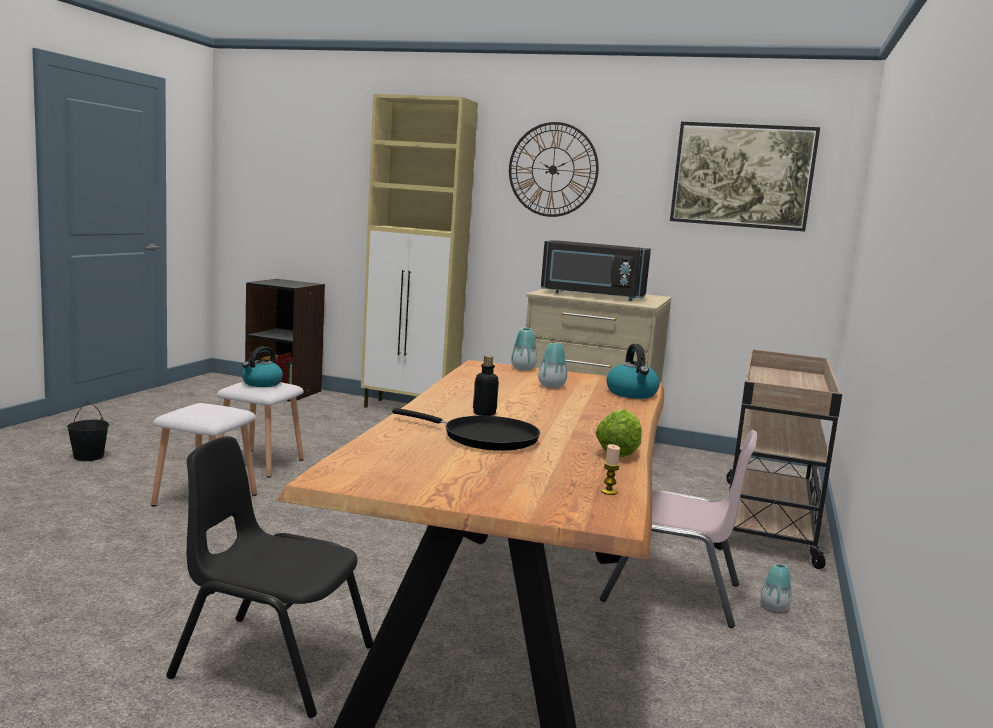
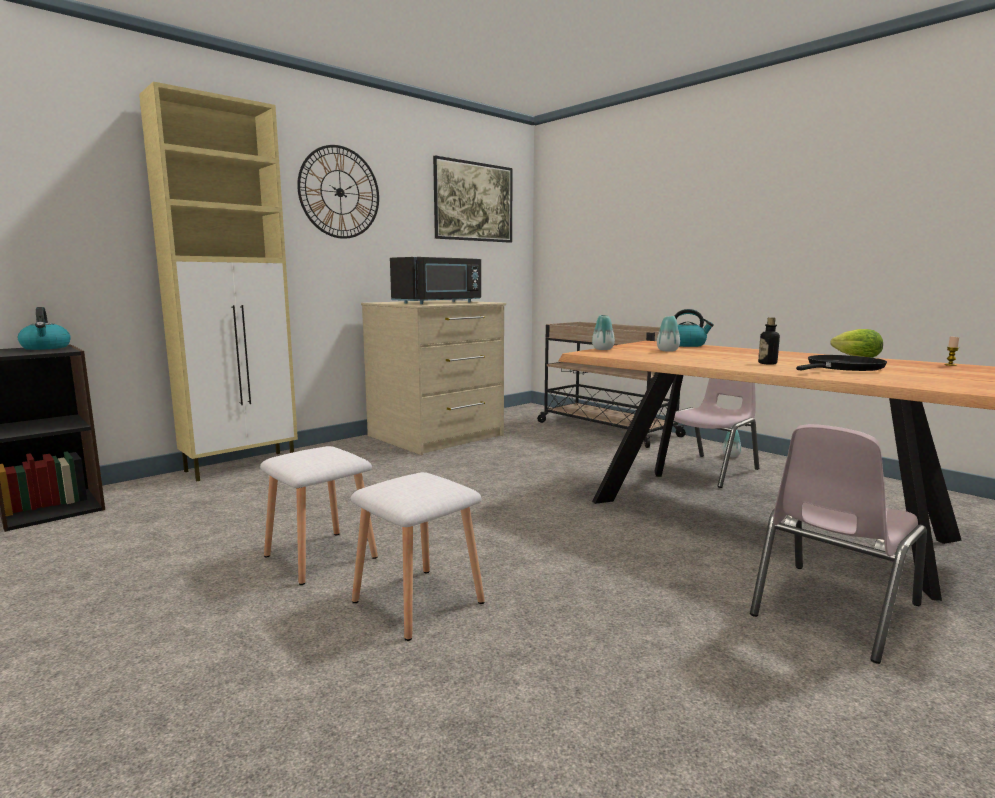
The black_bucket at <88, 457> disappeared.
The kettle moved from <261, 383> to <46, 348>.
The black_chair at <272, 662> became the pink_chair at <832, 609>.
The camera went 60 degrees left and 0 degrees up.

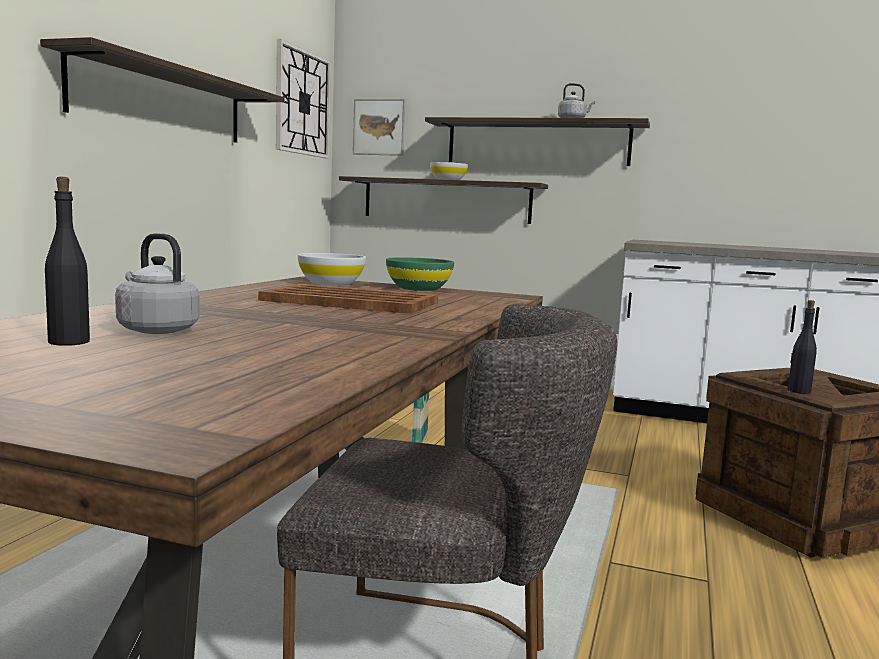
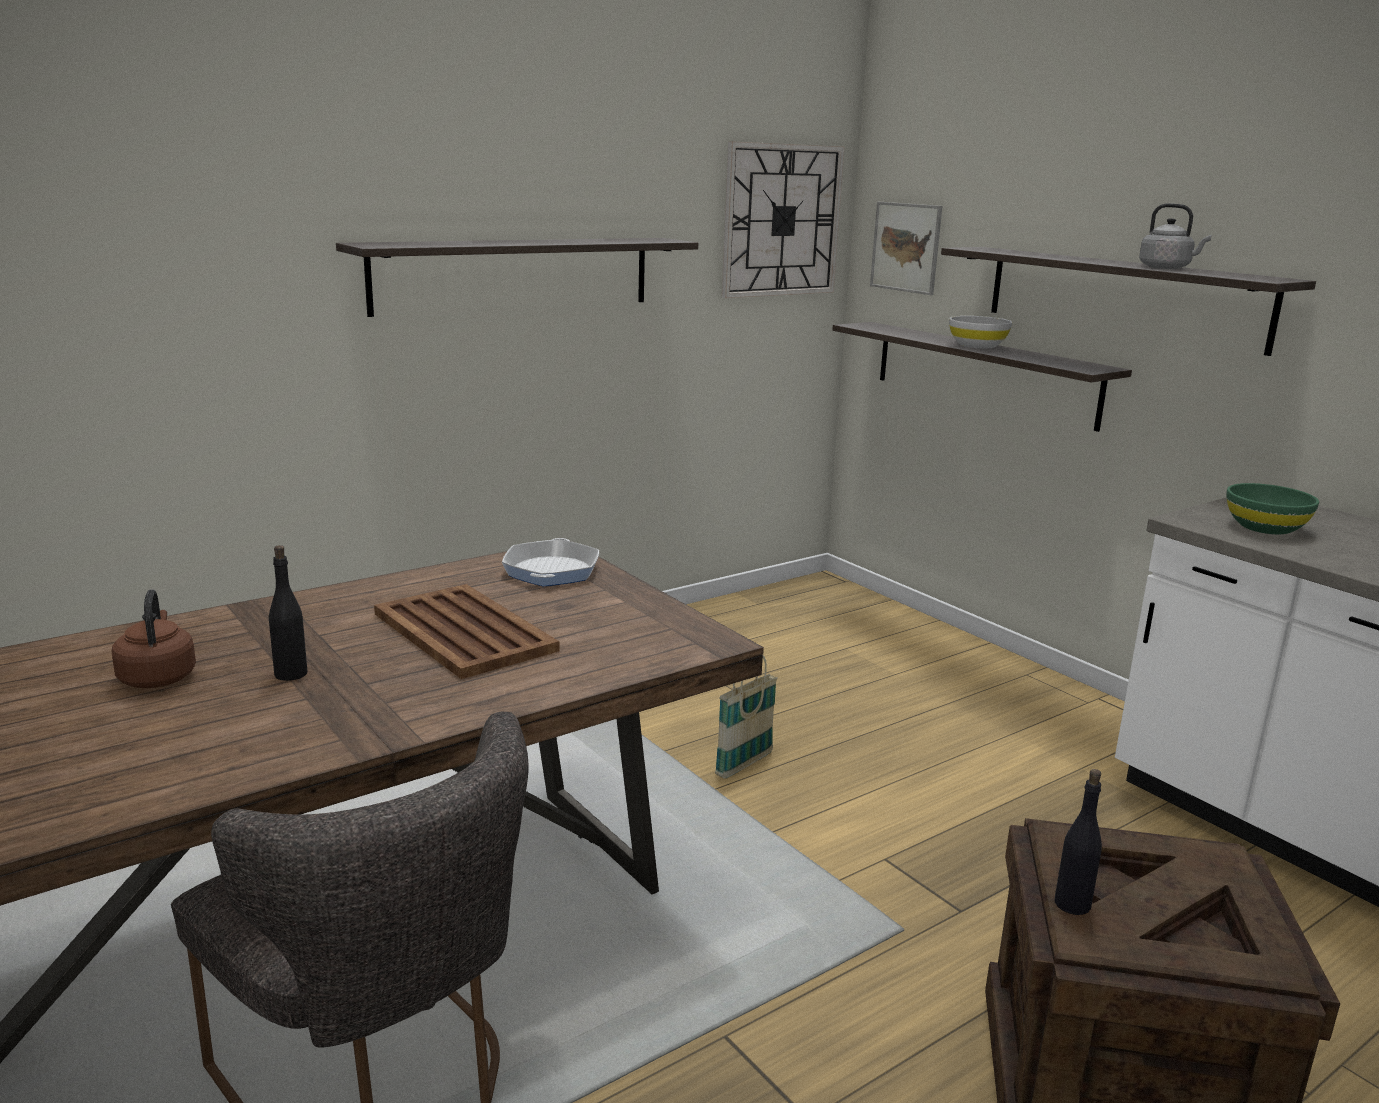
The black_bottle moved from <69, 342> to <291, 674>.
The green_bowl moved from <418, 288> to <1265, 528>.
The white_bowl at <331, 284> was replaced by the frying_pan at <551, 571>.
The grey_kettle at <155, 330> became the brown_kettle at <158, 677>.
The camera went 35 degrees right and 10 degrees up.

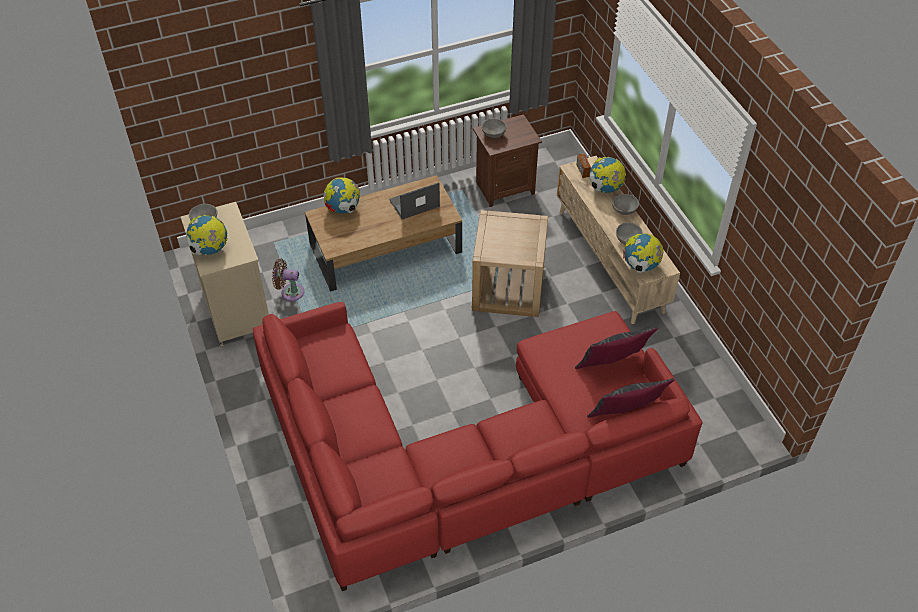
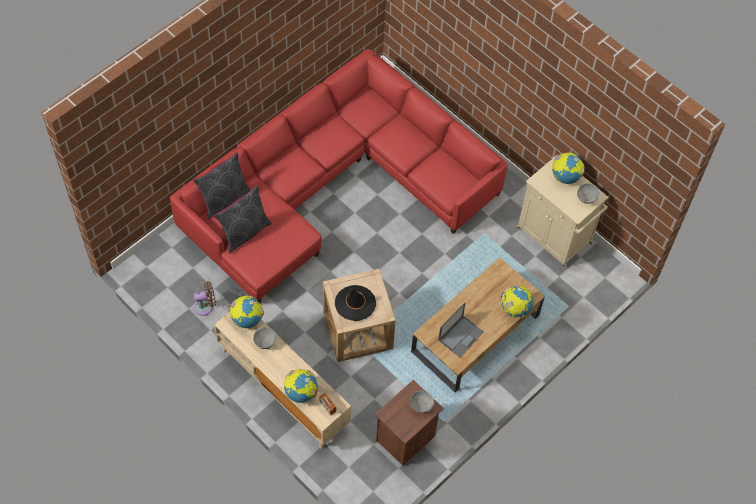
The grey_bowl at <624, 211> disappeared.
The black_hat at <355, 303> appeared.
The brown_fan moved from <290, 292> to <205, 306>.
The camera went 155 degrees right and 10 degrees up.

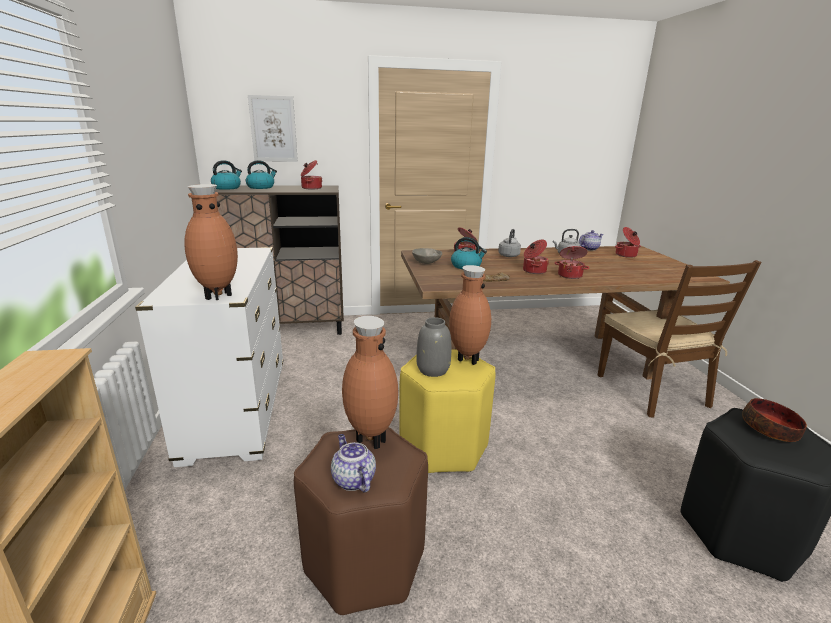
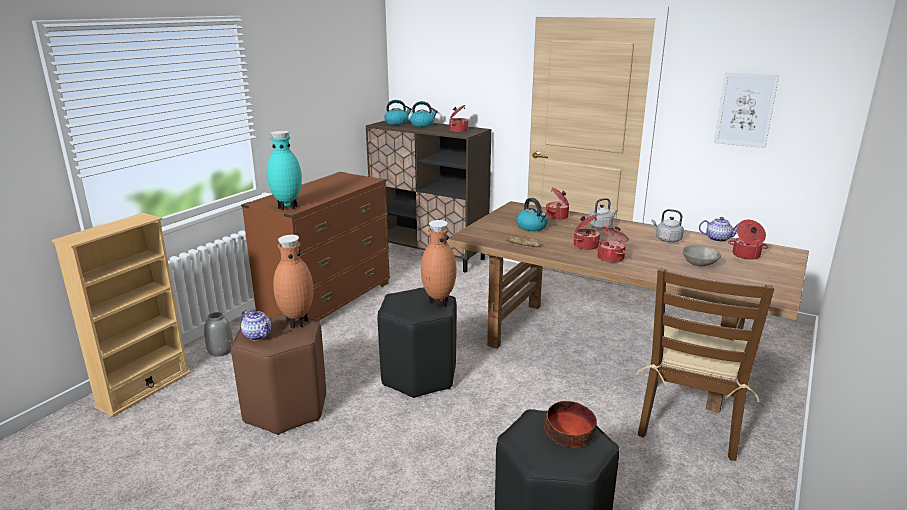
The picture moved from <273, 129> to <745, 110>.
The grey_bowl moved from <426, 262> to <699, 264>.
The grey_vase moved from <432, 370> to <220, 351>.
The white_dresser at <237, 409> became the brown_dresser at <327, 301>.
The brown_vase at <217, 295> became the turquoise_vase at <287, 207>.
The yellow_stool at <443, 447> became the black_stool at <418, 376>.
The teapot at <353, 480> turned 120 degrees clockwise.
The camera went 40 degrees right and 0 degrees up.

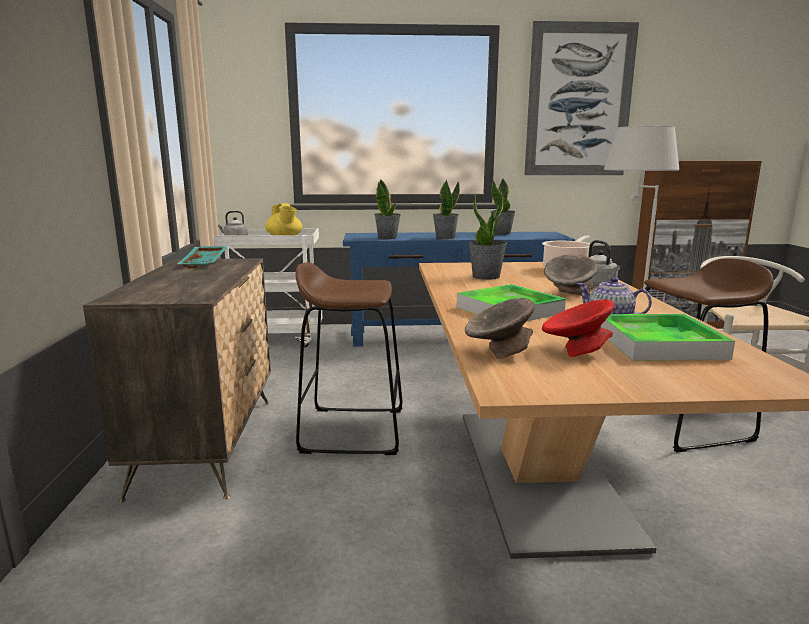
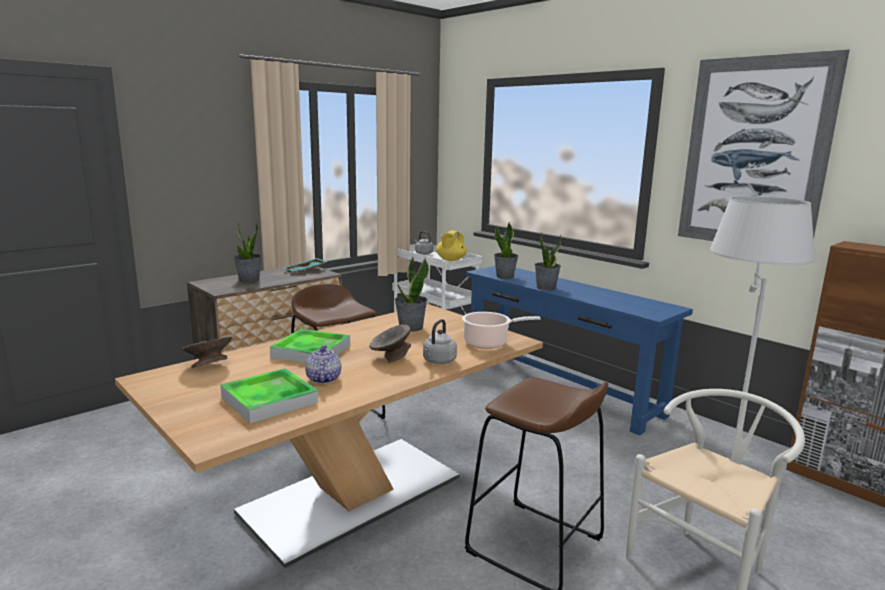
The red_bowl at <575, 350> disappeared.
The potted_plant moved from <502, 233> to <249, 280>.
The camera went 50 degrees right and 0 degrees up.

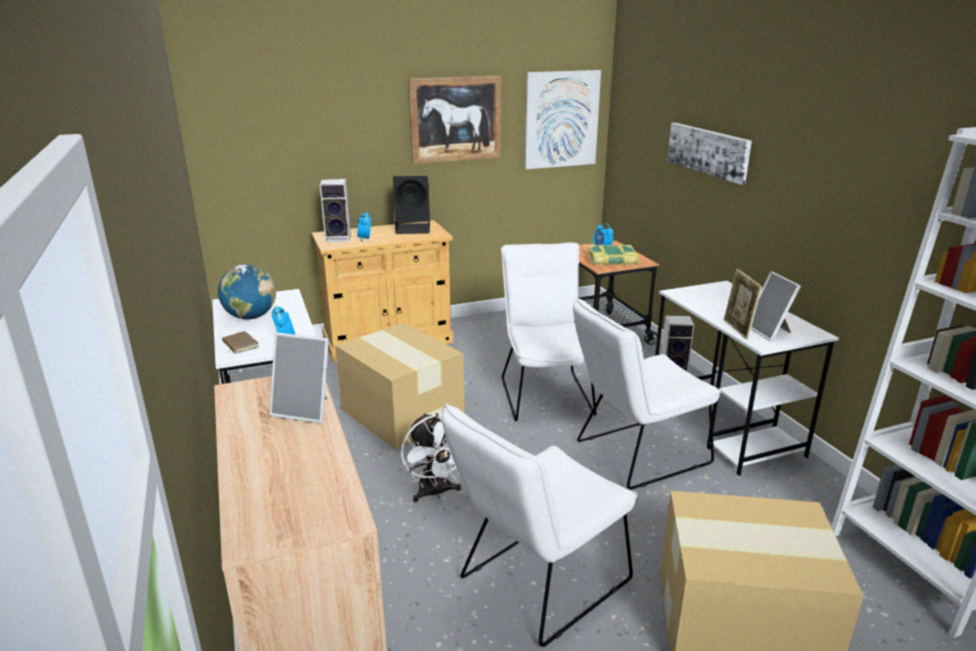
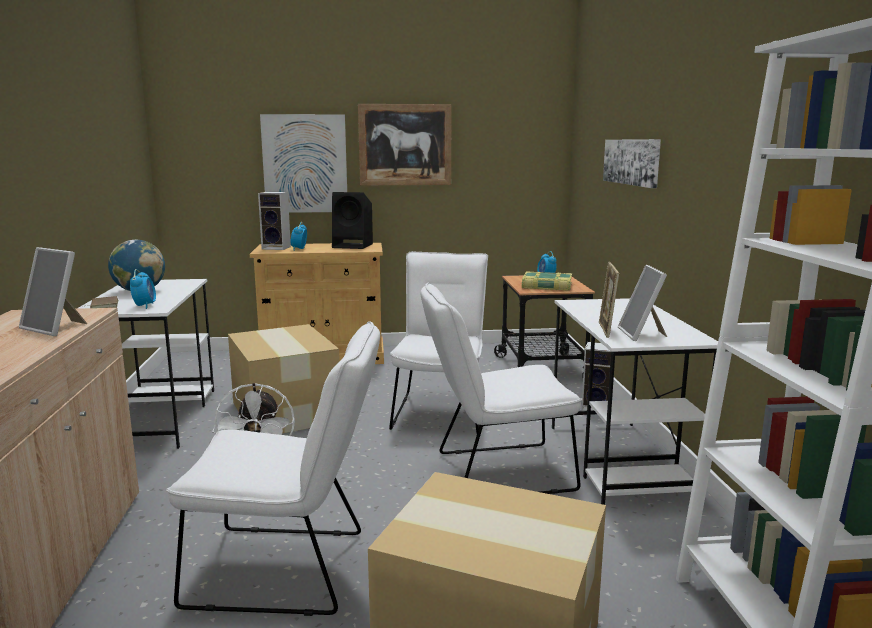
The picture moved from <561, 119> to <305, 164>.
The white_chair at <536, 584> turned 150 degrees counterclockwise.
The camera went 15 degrees right and 10 degrees down.

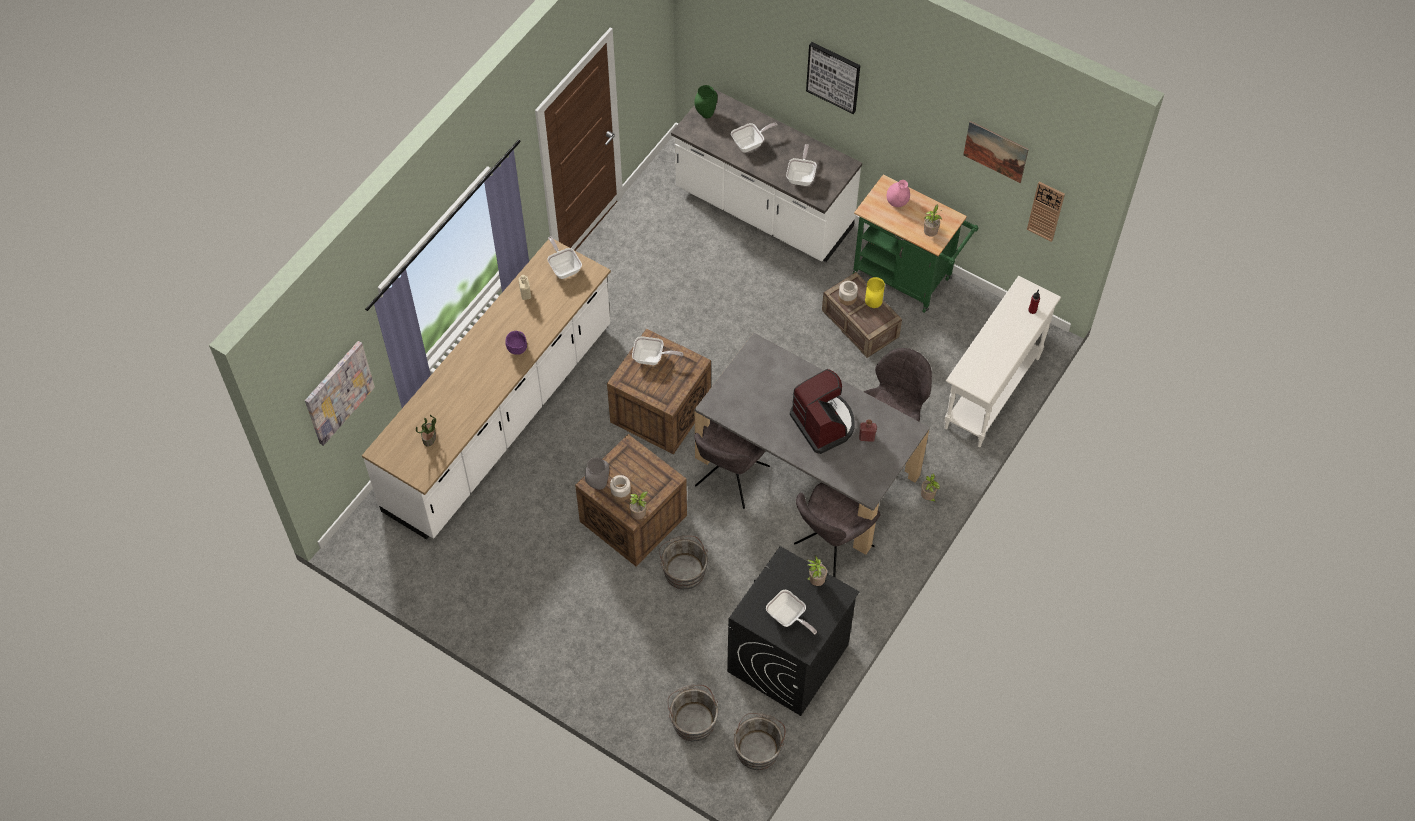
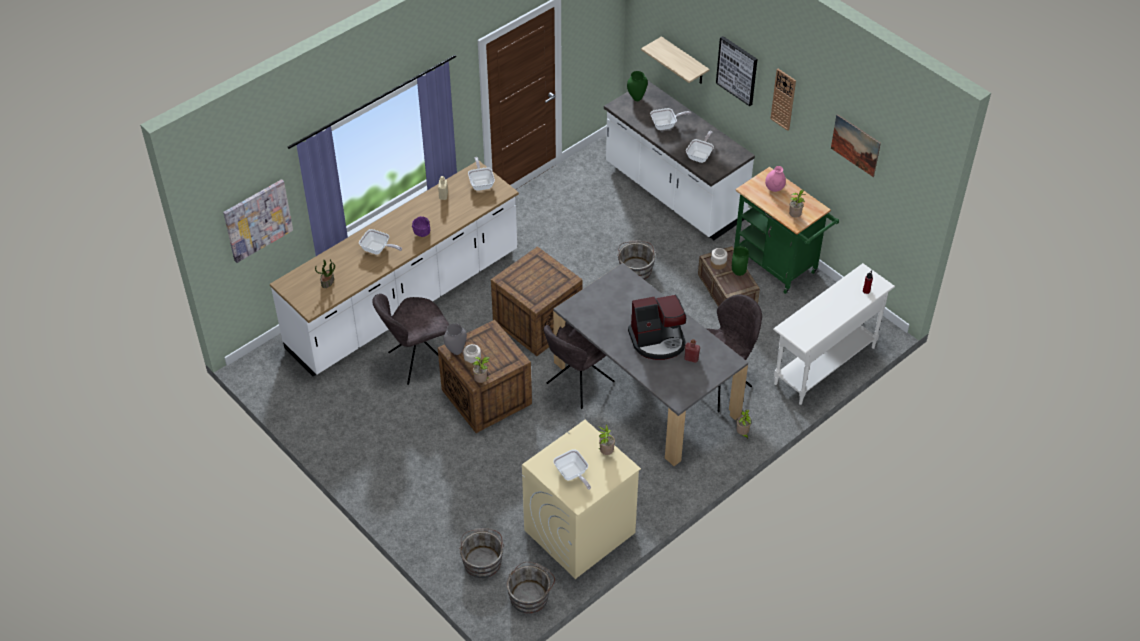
The shelf at <684, 62> appeared.
The frying_pan moved from <652, 358> to <378, 250>.
The grey_bucket moved from <683, 569> to <635, 268>.
The grey_chair moved from <831, 547> to <417, 361>.
The wall_clock moved from <1046, 211> to <783, 99>.
The black_washing_machine at <788, 659> became the beige_washing_machine at <579, 532>.
The yellow_vase at <872, 304> became the green_vase at <738, 272>.
The coffee_machine at <823, 423> turned 90 degrees clockwise.
The camera went 15 degrees right and 10 degrees down.

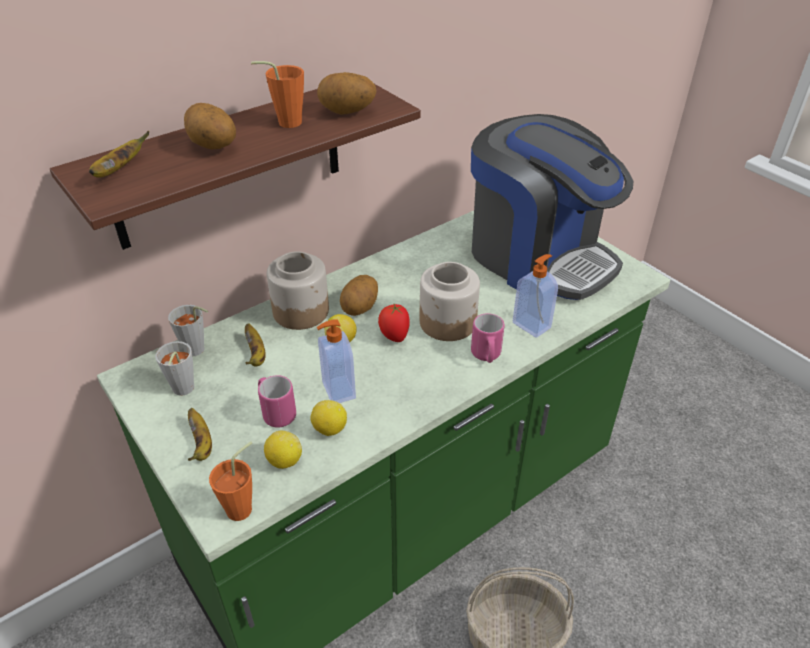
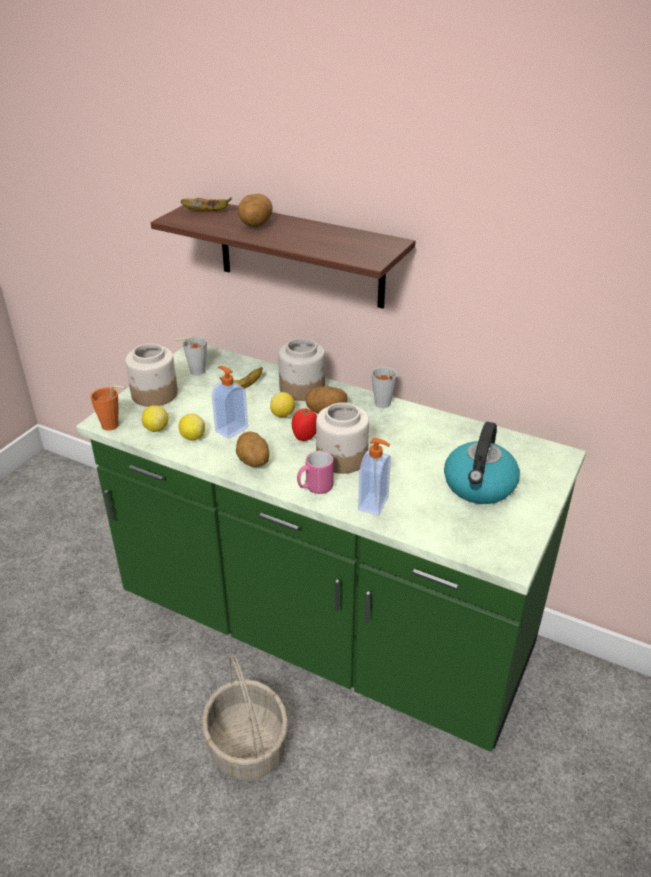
The orange_cup at <284, 123> disappeared.
The pink_mug at <276, 413> disappeared.
The grey_cup moved from <198, 351> to <382, 405>.
The potato moved from <347, 112> to <253, 462>.
The banana at <201, 444> was replaced by the jar at <154, 394>.
The coffee_machine at <538, 257> was replaced by the kettle at <479, 486>.
The camera went 65 degrees right and 5 degrees down.

